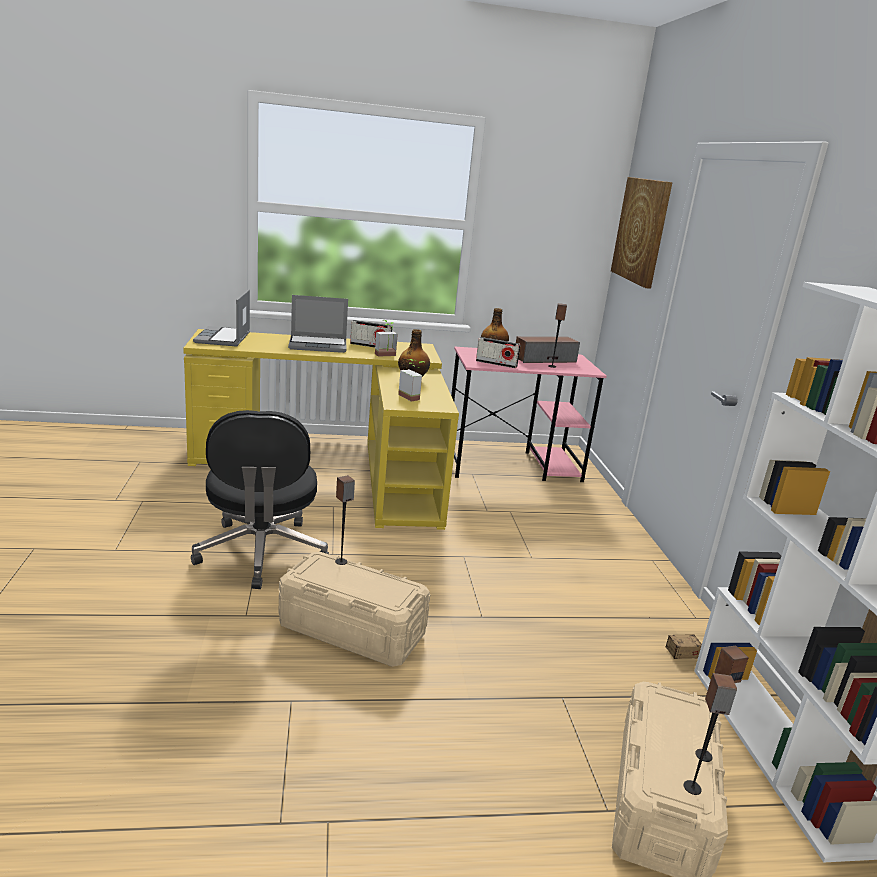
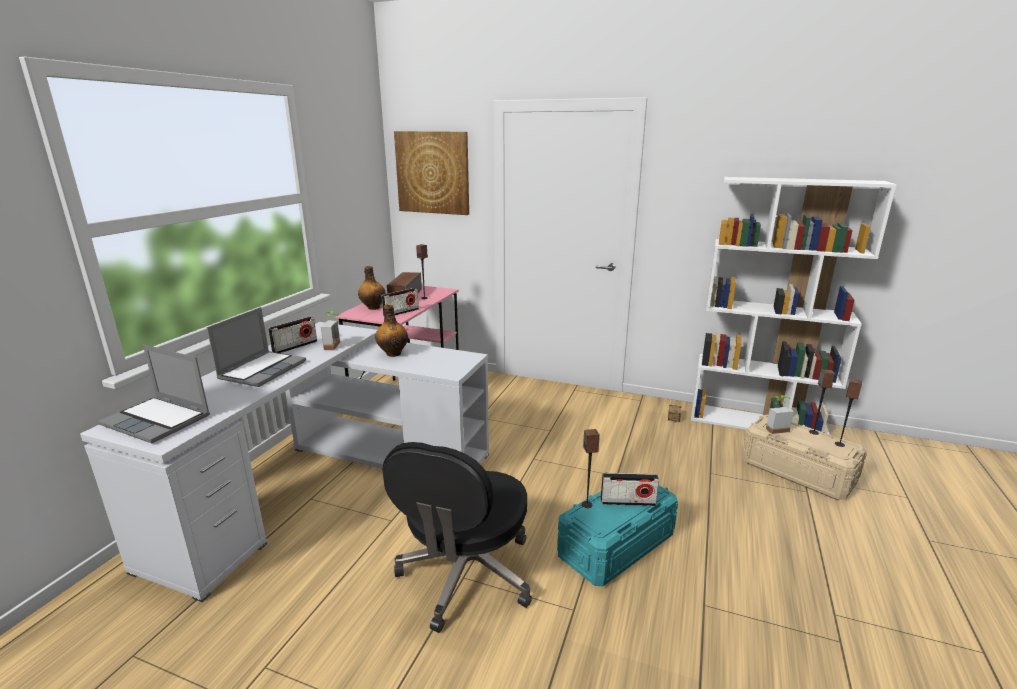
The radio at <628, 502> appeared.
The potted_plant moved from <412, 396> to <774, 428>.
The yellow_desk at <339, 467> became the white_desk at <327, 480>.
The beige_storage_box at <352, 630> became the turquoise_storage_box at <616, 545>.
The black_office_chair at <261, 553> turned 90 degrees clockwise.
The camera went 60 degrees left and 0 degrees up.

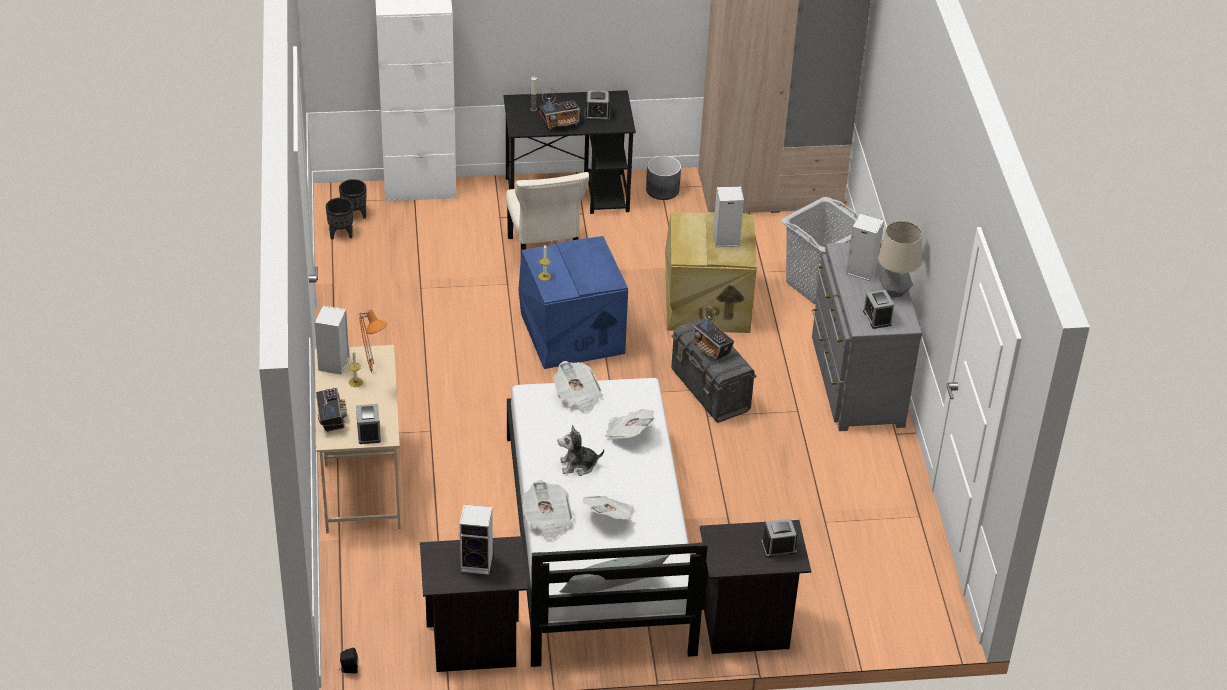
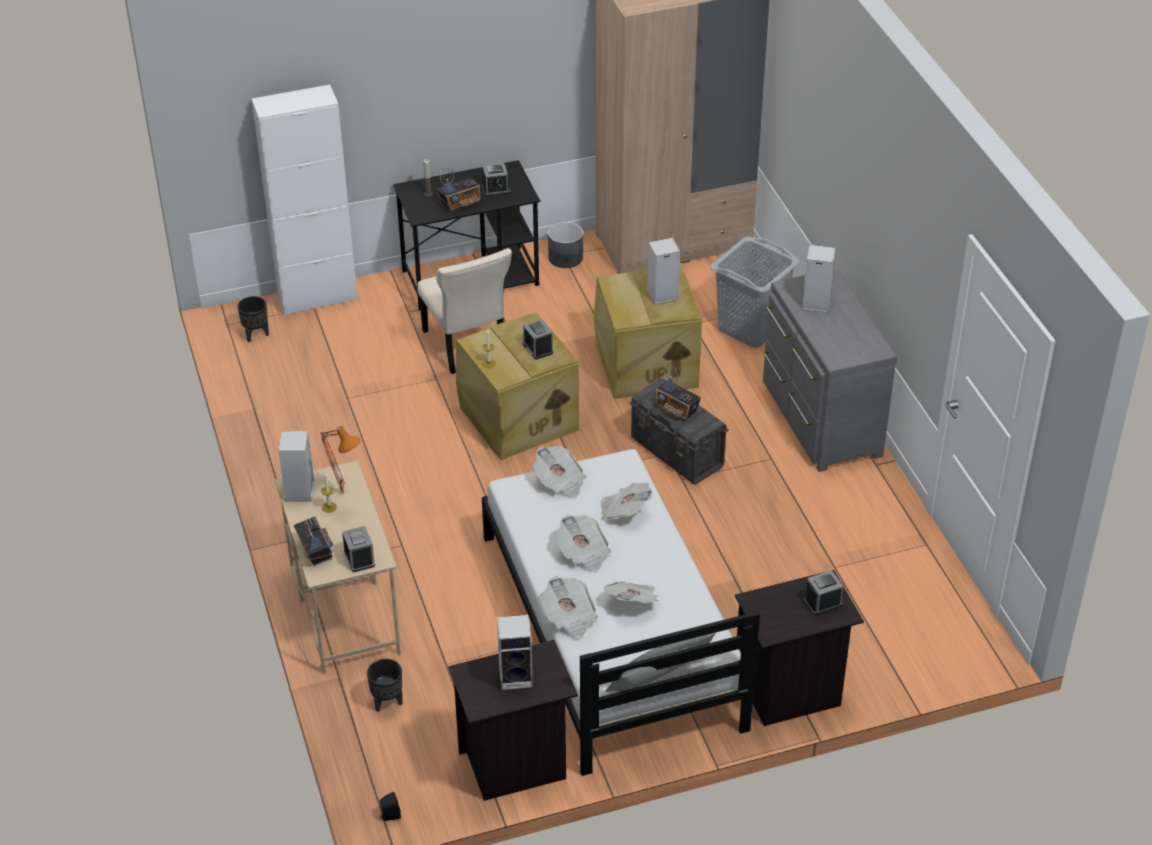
The table_lamp at <894, 292> disappeared.
The black_planter moved from <340, 234> to <387, 702>.
The alarm_clock moved from <877, 318> to <538, 348>.
The plush_toy at <578, 465> was replaced by the newspaper at <583, 554>.
The blue_storage_box at <571, 335> became the beige_storage_box at <518, 420>.
The camera went 10 degrees left and 0 degrees up.

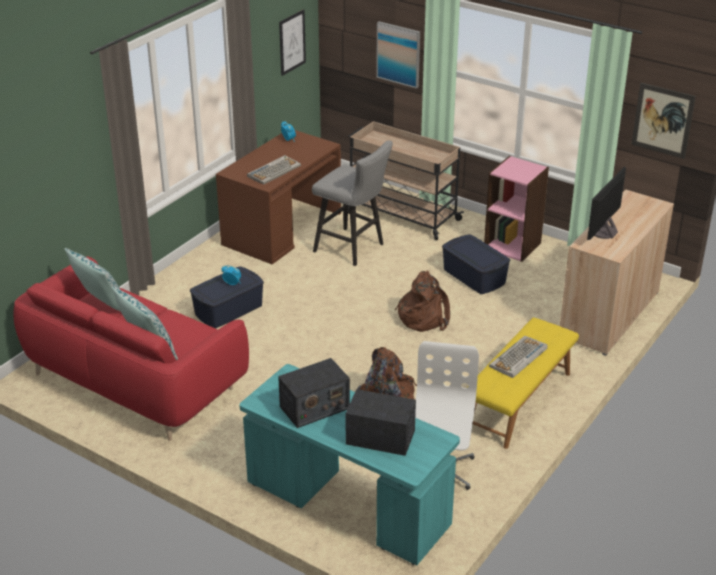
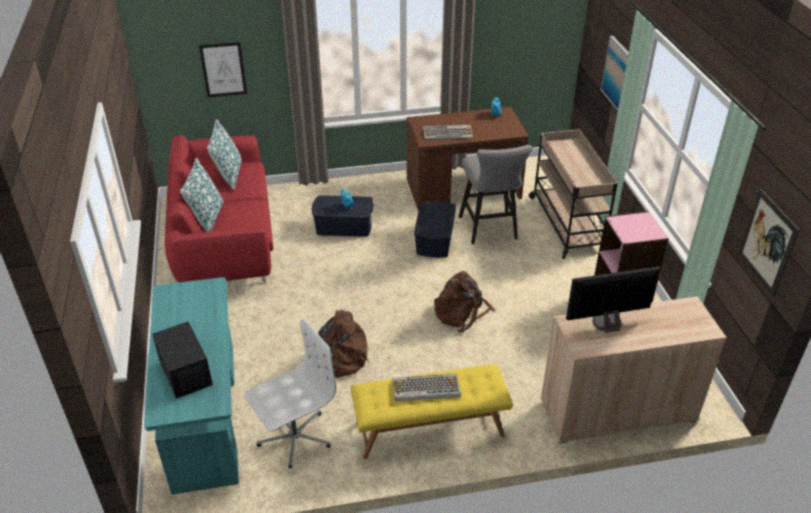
The radio at <314, 407> disappeared.
The picture moved from <292, 42> to <223, 69>.
The blue_storage_box moved from <474, 276> to <434, 239>.
The camera went 45 degrees right and 5 degrees up.

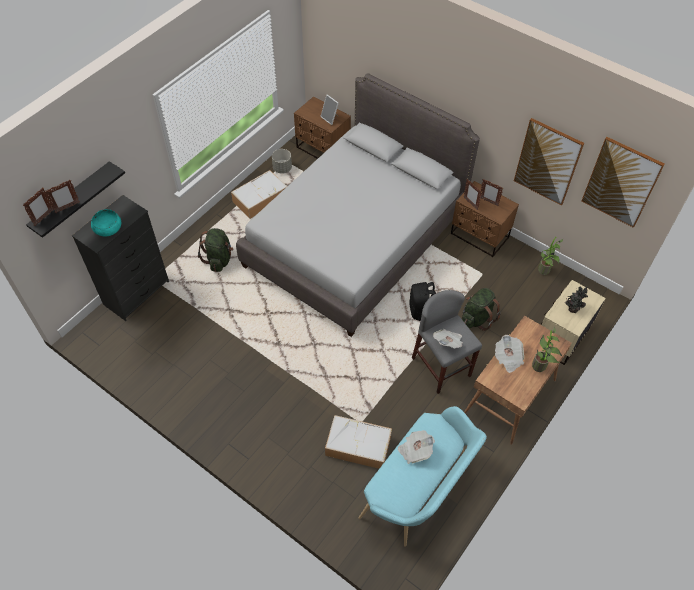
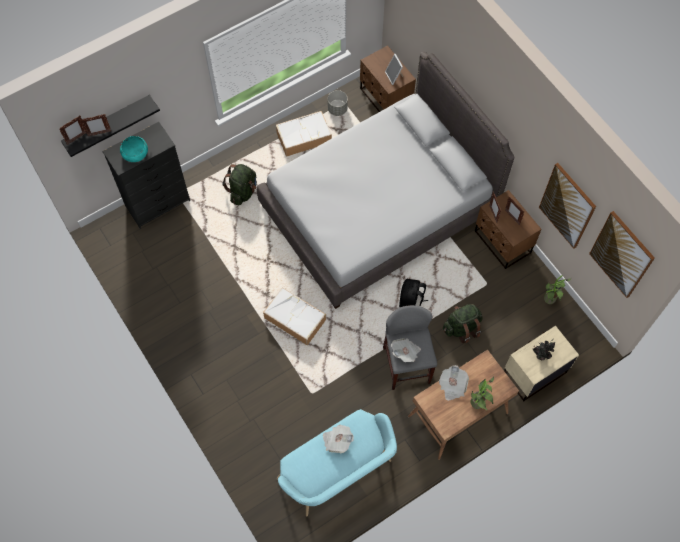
The storage_box moved from <357, 445> to <294, 319>.
The camera went 20 degrees right and 10 degrees up.

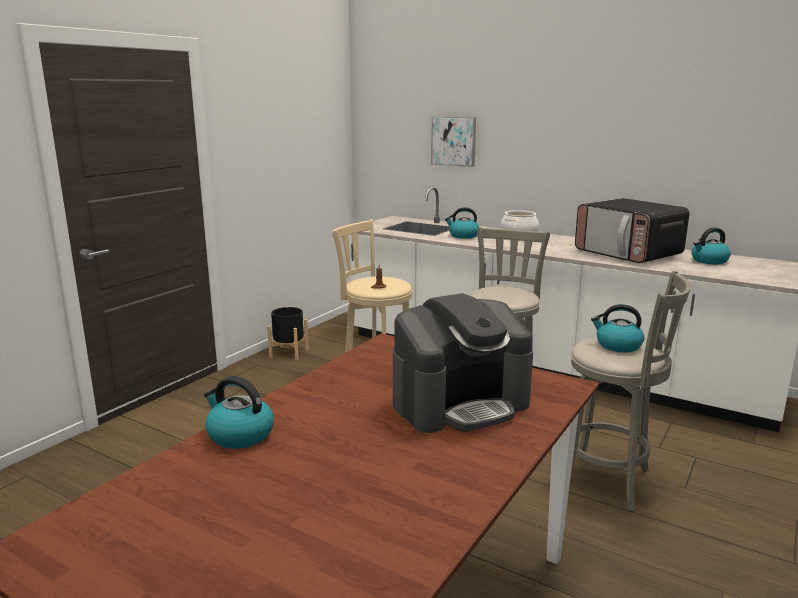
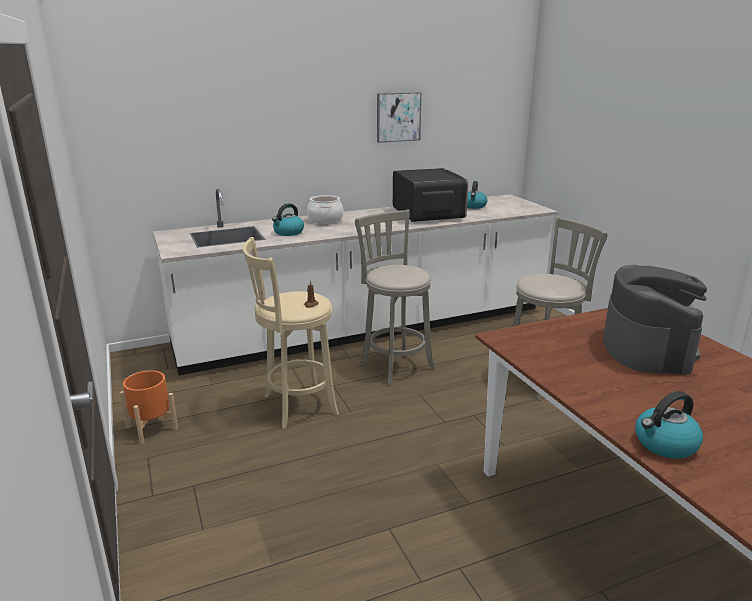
The kettle at <617, 345> disappeared.
The picture moved from <454, 141> to <398, 117>.
The black_planter at <289, 353> became the orange_planter at <151, 428>.
The microwave at <628, 254> turned 105 degrees counterclockwise.
The camera went 55 degrees left and 5 degrees up.

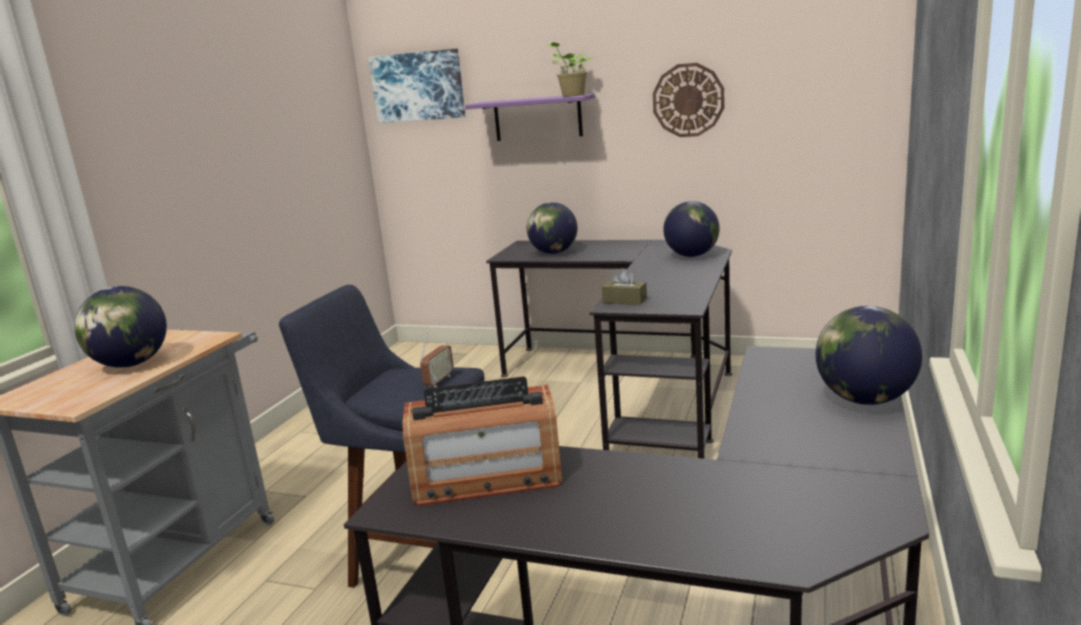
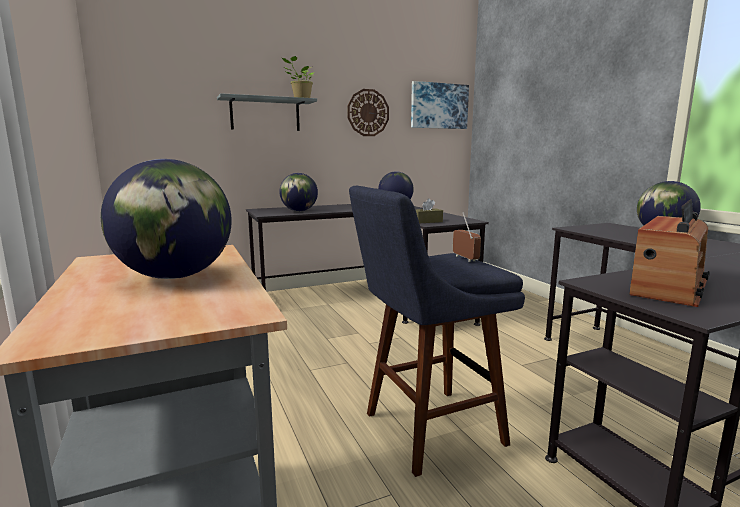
The picture moved from <418, 86> to <439, 106>.
The purple_shelf at <537, 118> became the grey_shelf at <265, 114>.
The camera went 45 degrees left and 5 degrees down.

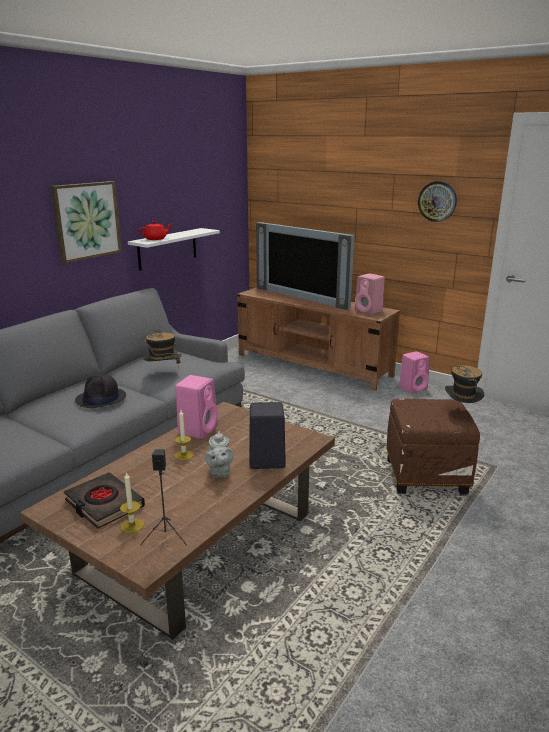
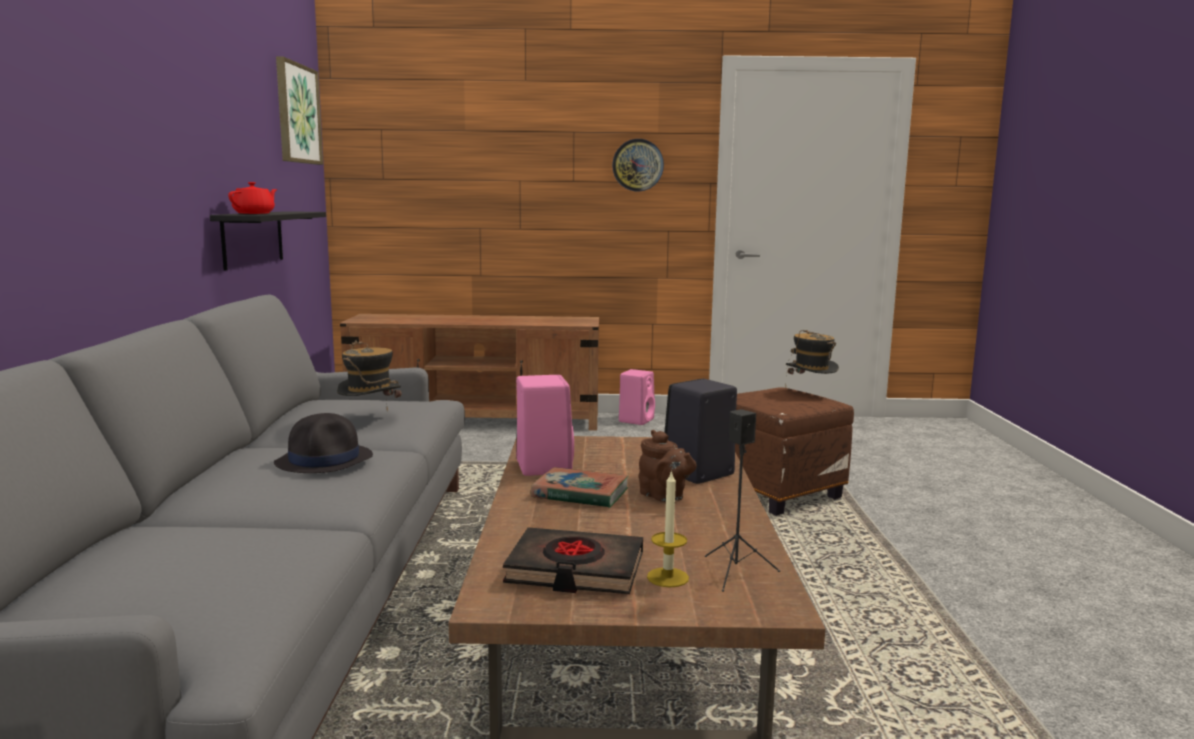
The television at <303, 297> disappeared.
The pink_speaker at <369, 311> disappeared.
The picture moved from <86, 220> to <297, 114>.
The candle at <184, 455> was replaced by the book at <580, 494>.
The white_shelf at <167, 248> became the black_shelf at <253, 238>.
The grey_teapot at <219, 472> became the brown_teapot at <664, 497>.
The camera went 35 degrees left and 10 degrees down.

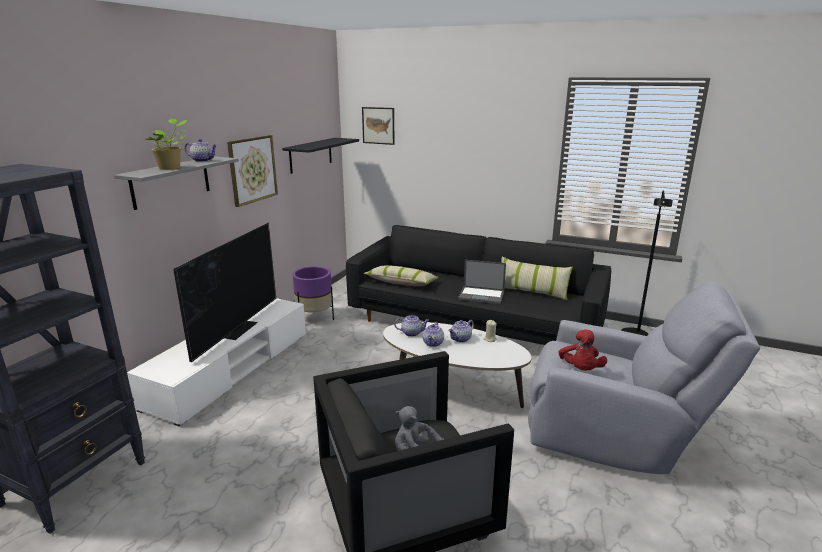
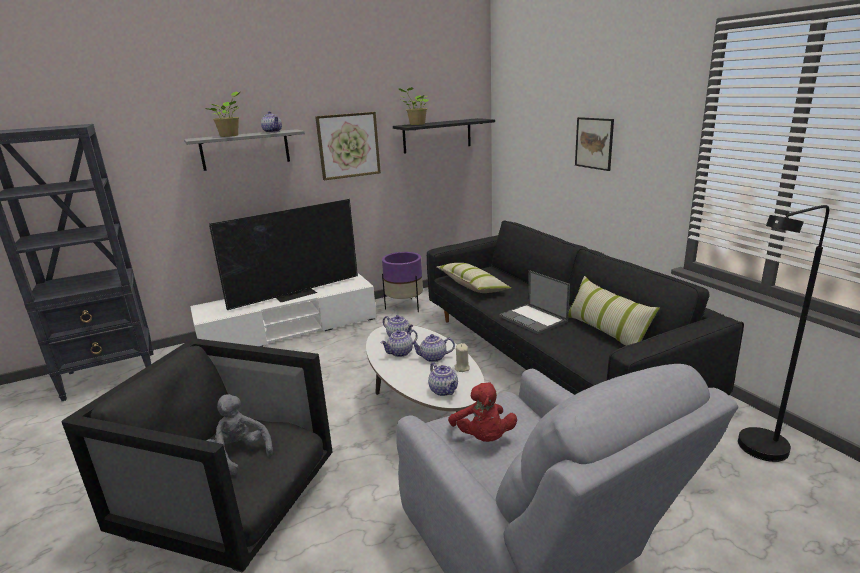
The potted_plant at <416, 124> appeared.
The teapot at <444, 391> appeared.
The picture moved from <378, 125> to <594, 143>.
The red_plush_toy at <580, 370> turned 60 degrees counterclockwise.
The camera went 40 degrees right and 0 degrees up.

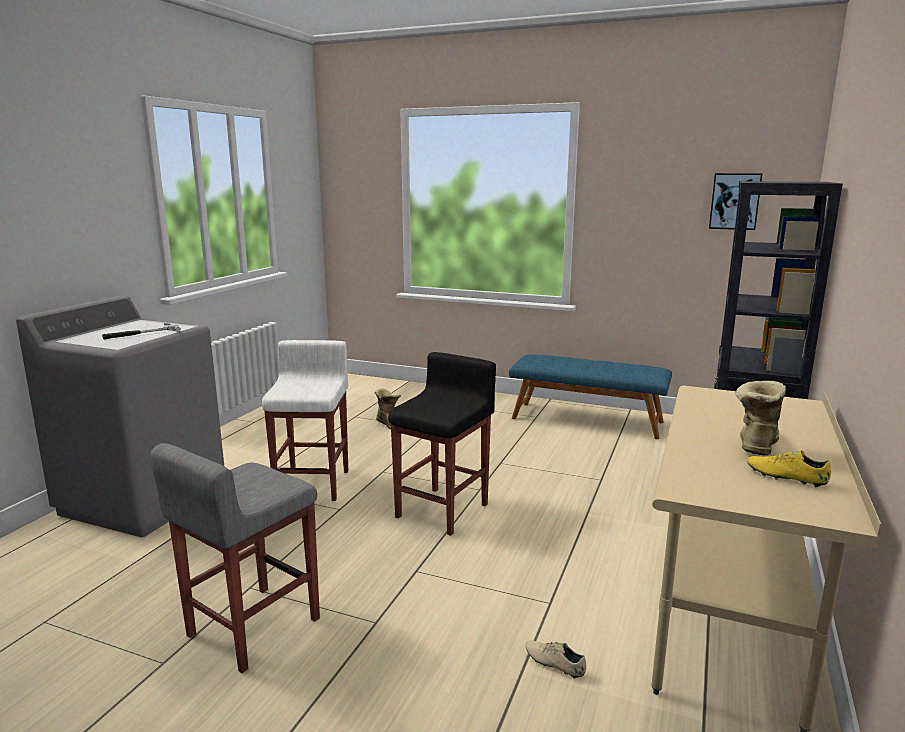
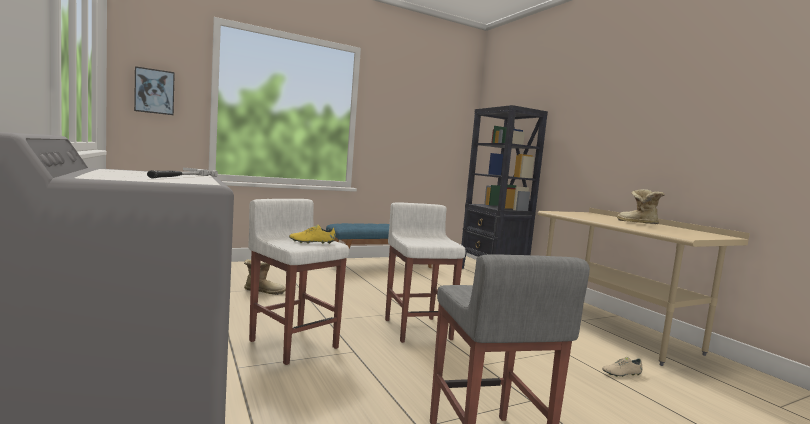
The picture moved from <735, 201> to <154, 91>.
The yellow_shoe moved from <785, 477> to <312, 242>.
The black_stool at <443, 510> became the white_stool at <417, 328>.
The camera went 50 degrees left and 10 degrees down.

